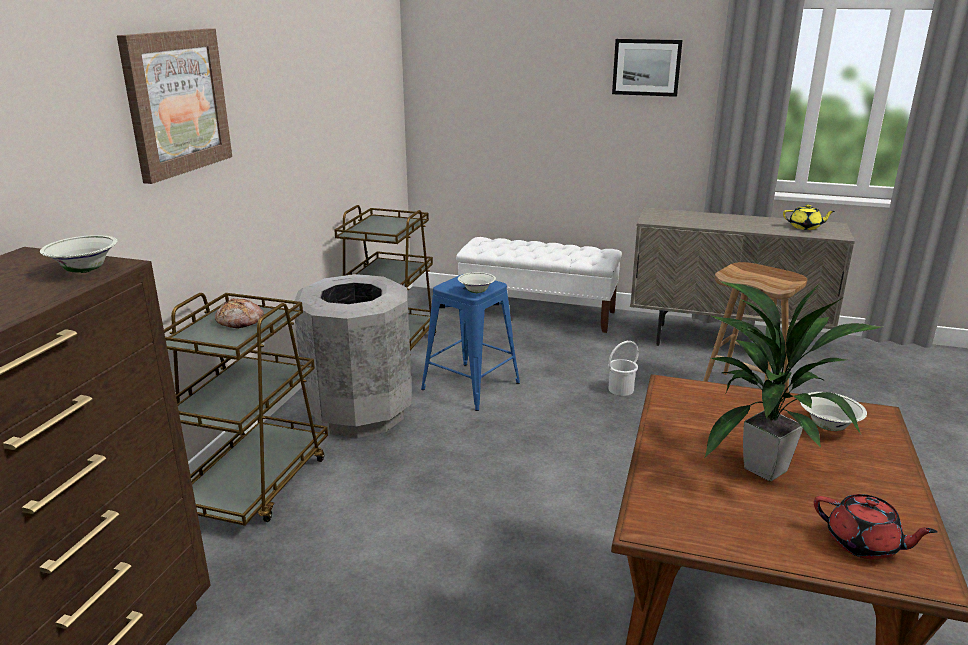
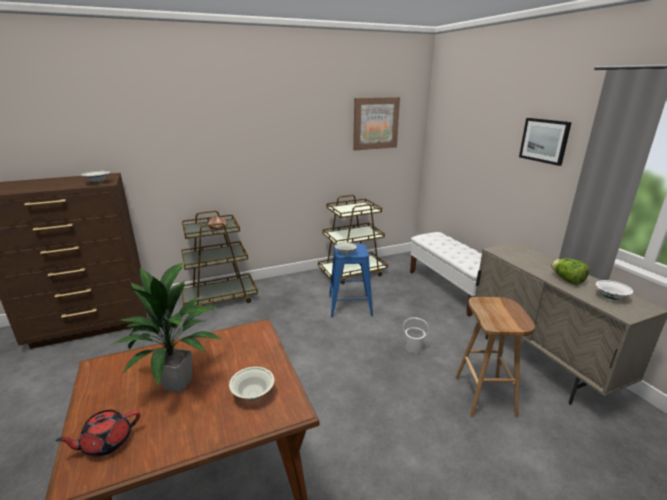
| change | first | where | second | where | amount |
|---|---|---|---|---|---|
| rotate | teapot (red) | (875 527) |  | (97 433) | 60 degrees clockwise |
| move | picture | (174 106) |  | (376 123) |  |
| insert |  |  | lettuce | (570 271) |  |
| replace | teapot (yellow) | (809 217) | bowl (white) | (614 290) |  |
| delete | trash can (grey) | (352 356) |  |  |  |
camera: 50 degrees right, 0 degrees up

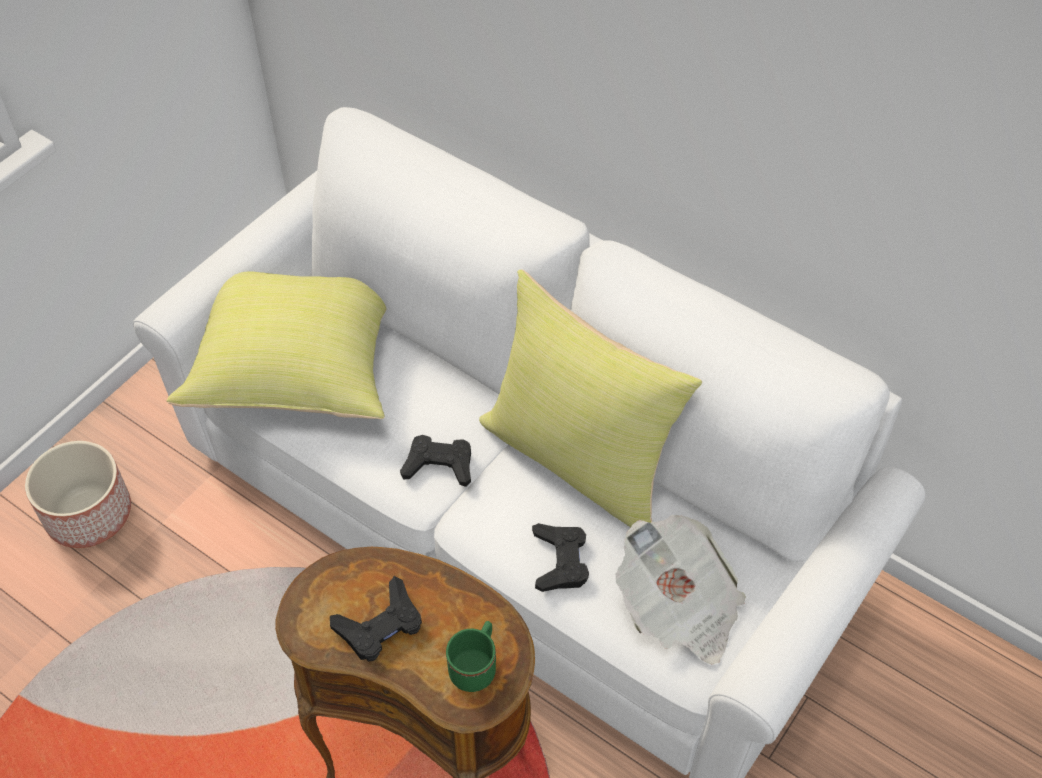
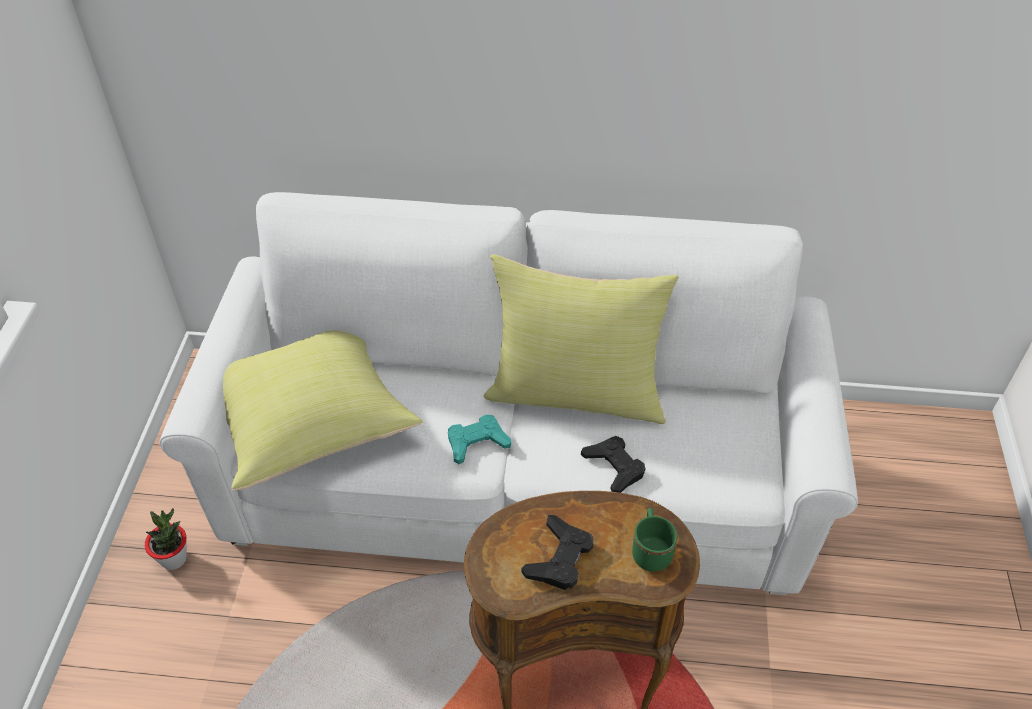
| change | first | where | second | where | amount |
|---|---|---|---|---|---|
| insert |  |  | potted plant | (166 539) |  |
| recolor | game controller (black) | (435 461) | game controller (turquoise) | (479 439) |  |
| delete | planter | (78 494) |  |  |  |
| delete | newspaper | (680 589) |  |  |  |
camera: 30 degrees left, 5 degrees down

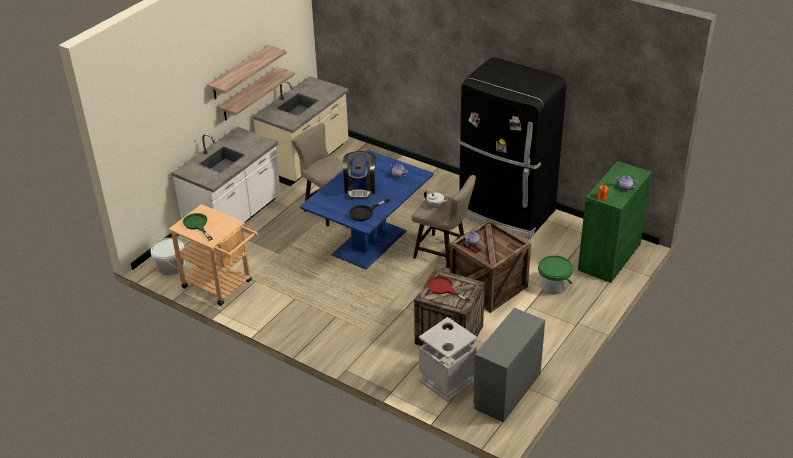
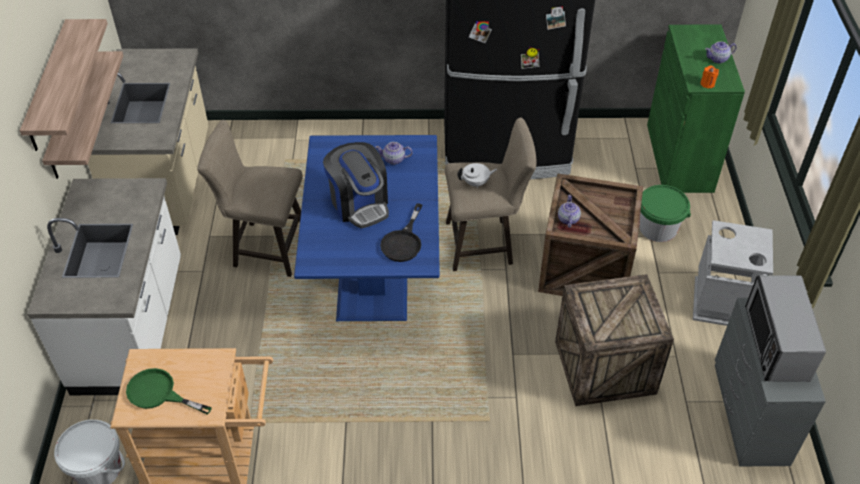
| change | first | where | second | where | amount |
|---|---|---|---|---|---|
| move | trash can (grey) | (448 359) |  | (733 273) |  |
| insert |  |  | microwave | (785 328) |  |
| delete | frying pan (red) | (449 289) |  |  |  |
camera: 35 degrees left, 10 degrees up

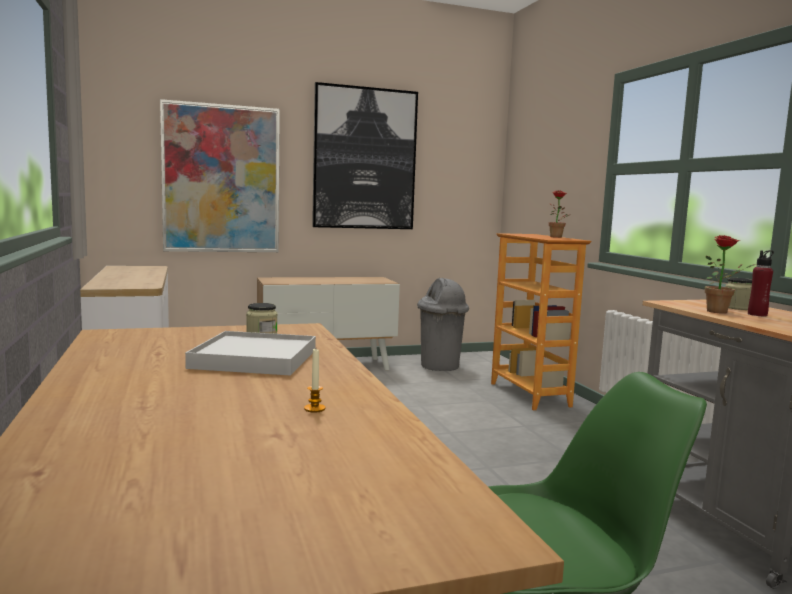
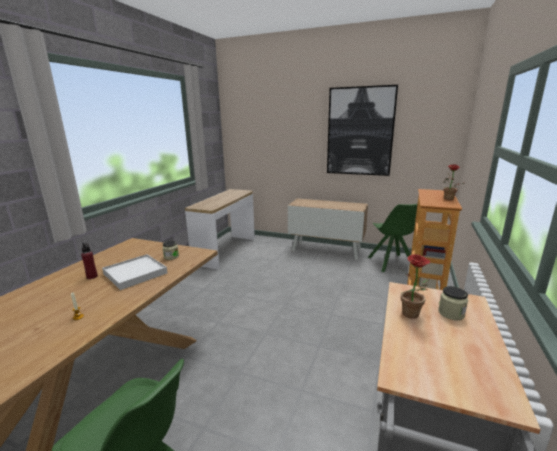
| change | first | where | second | where | amount |
|---|---|---|---|---|---|
| move | bottle (red) | (761 283) |  | (89 261) |  |
| replace | trash can (grey) | (443 324) | chair (green) | (392 238) |  |
| delete | picture | (220 175) |  |  |  |
camera: 40 degrees right, 10 degrees up

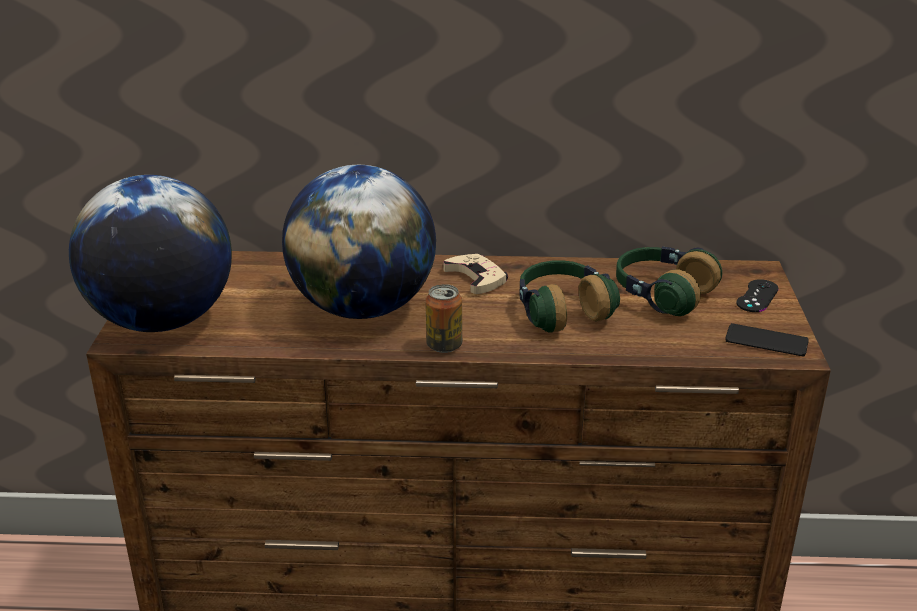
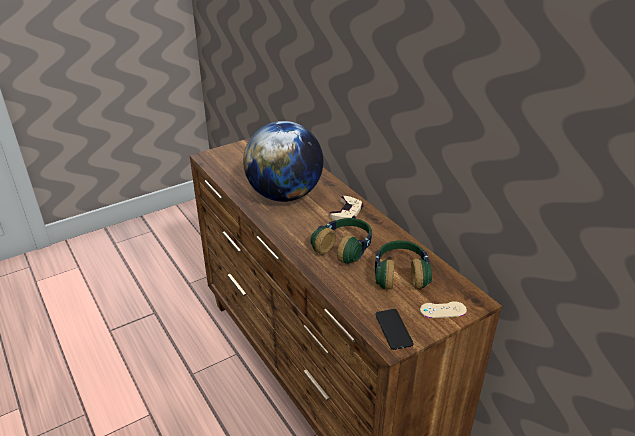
| change | first | where | second | where | amount |
|---|---|---|---|---|---|
| recolor | game controller (black) | (757 295) | game controller (beige) | (443 309) |  |
| delete | globe | (150 253) |  |  |  |
| delete | can | (443 318) |  |  |  |
camera: 55 degrees right, 5 degrees up

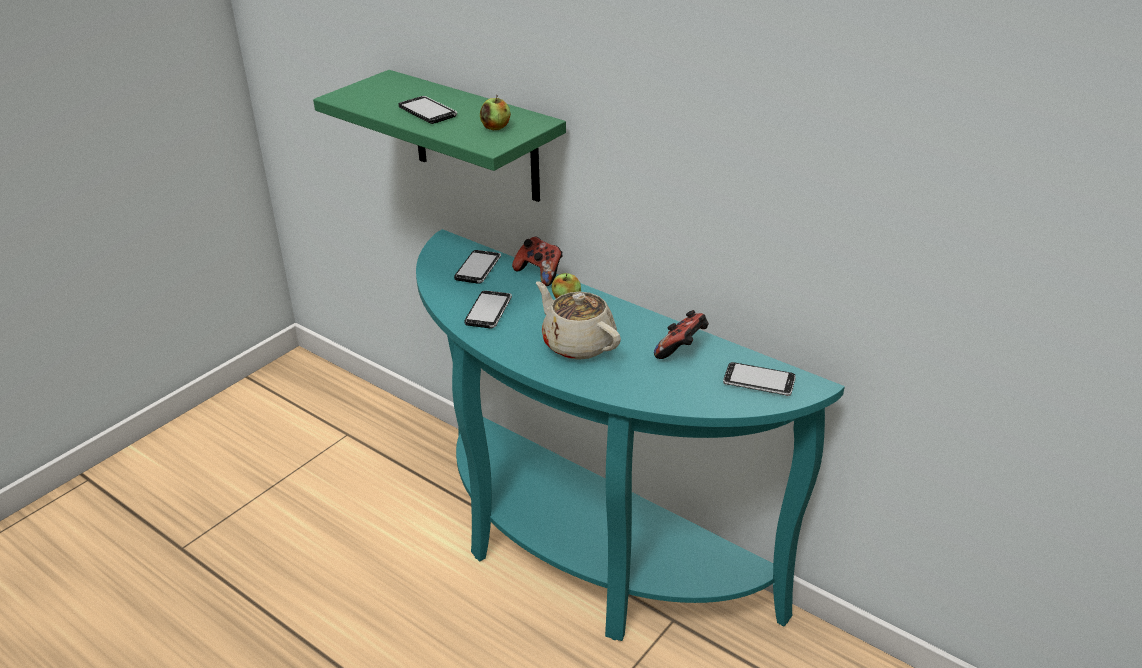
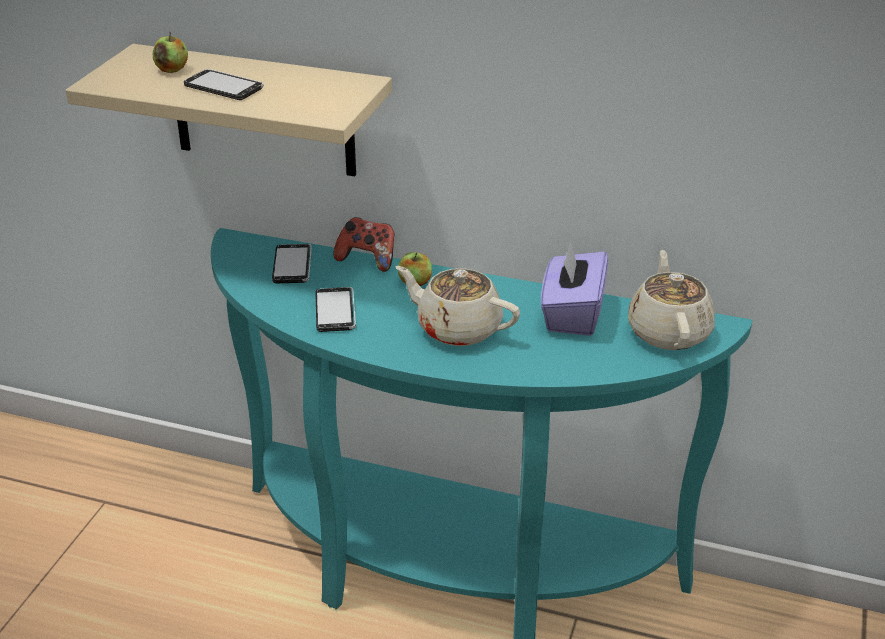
| change | first | where | second | where | amount |
|---|---|---|---|---|---|
| recolor | shelf (green) | (439 136) | shelf (beige) | (228 110) |  |
| move | apple | (495 112) |  | (170 52) |  |
| replace | game controller | (681 334) | tissue box (purple) | (574 289) |  |
| replace | phone | (759 379) | teapot (beige) | (671 300) |  |
camera: 20 degrees left, 0 degrees up

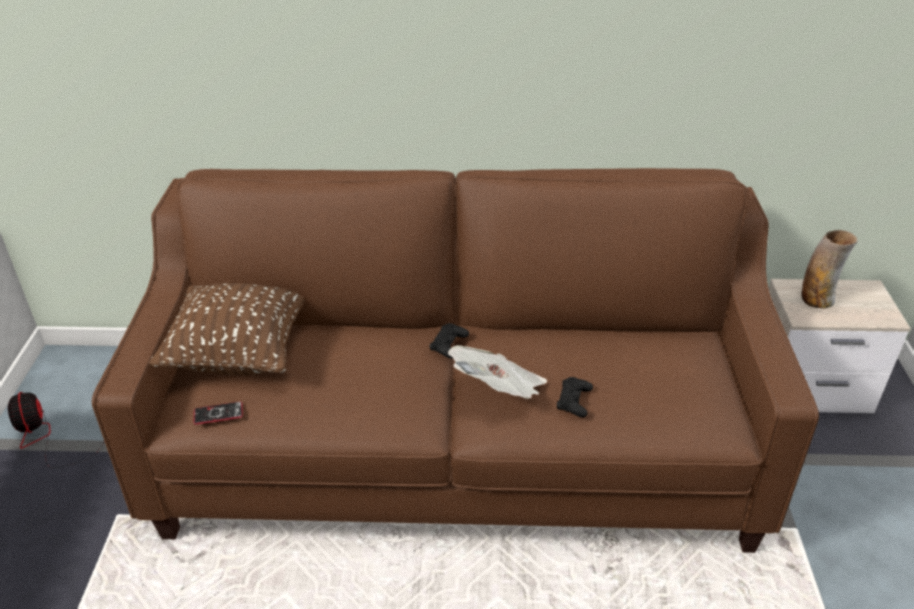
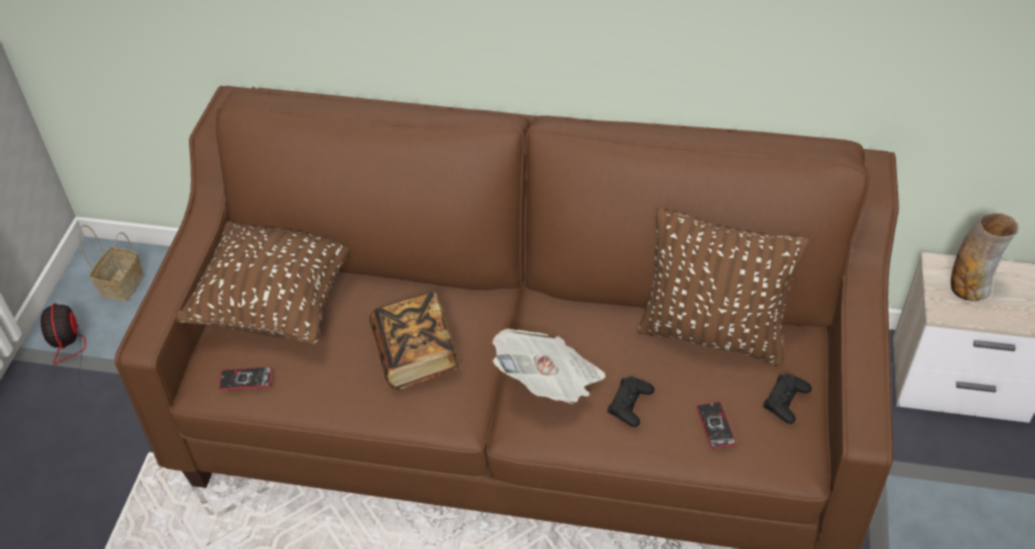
| change | first | where | second | where | amount |
|---|---|---|---|---|---|
| insert |  |  | basket | (111 263) |  |
| insert |  |  | book | (414 340) |  |
| insert |  |  | pillow (brown) | (723 287) |  |
| insert |  |  | phone | (716 425) |  |
| move | game controller (black) | (449 341) |  | (787 399) |  |
camera: 10 degrees right, 10 degrees up

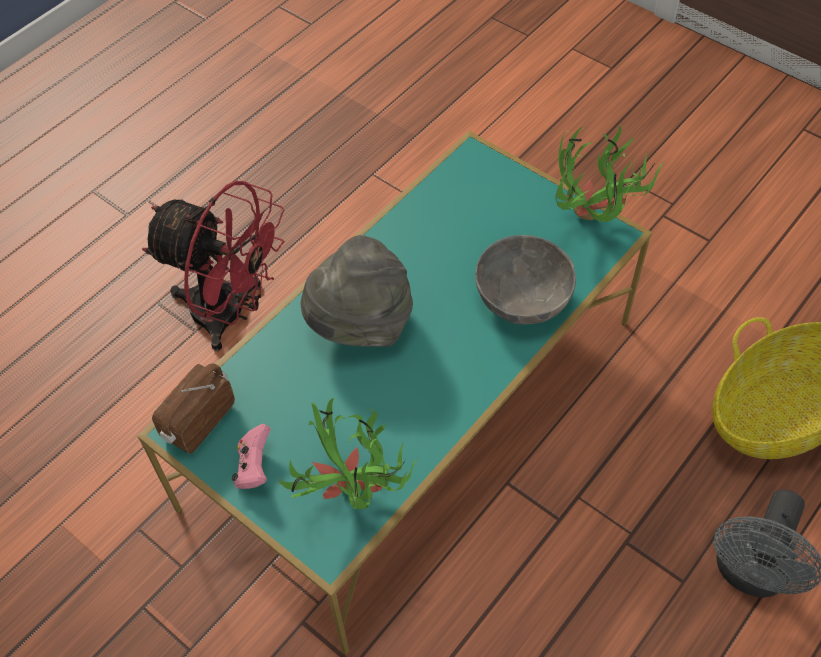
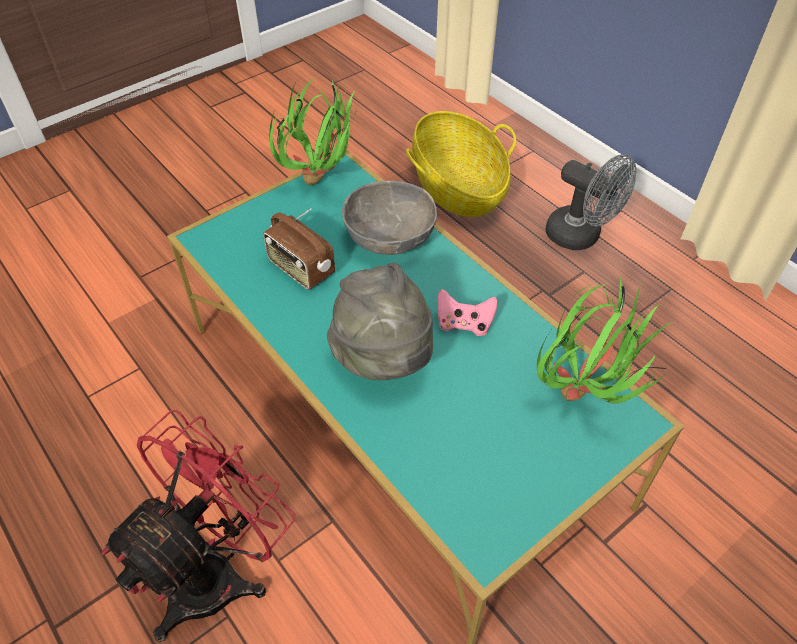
| change | first | where | second | where | amount |
|---|---|---|---|---|---|
| move | radio | (193 408) |  | (299 249) |  |
| move | game controller (pink) | (251 456) |  | (467 312) |  |
camera: 80 degrees left, 5 degrees down

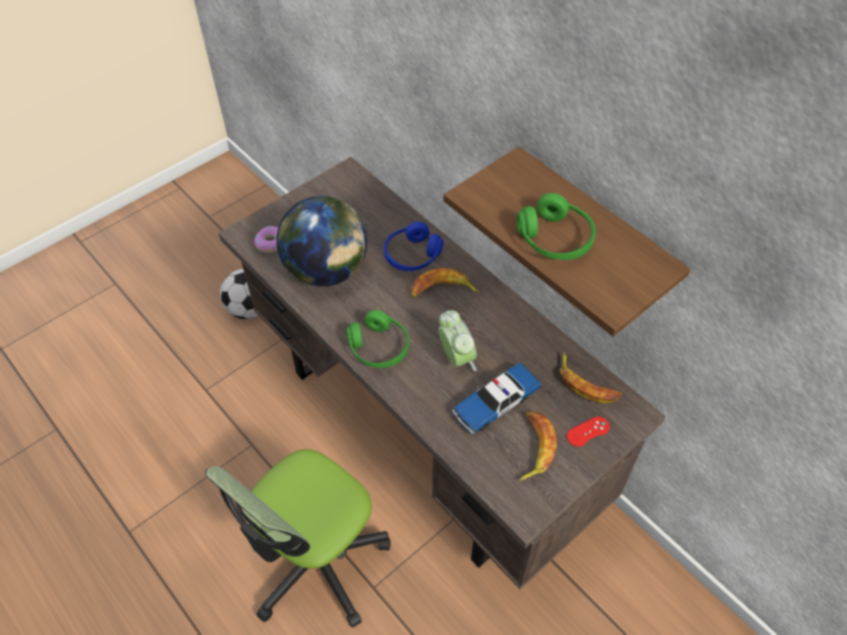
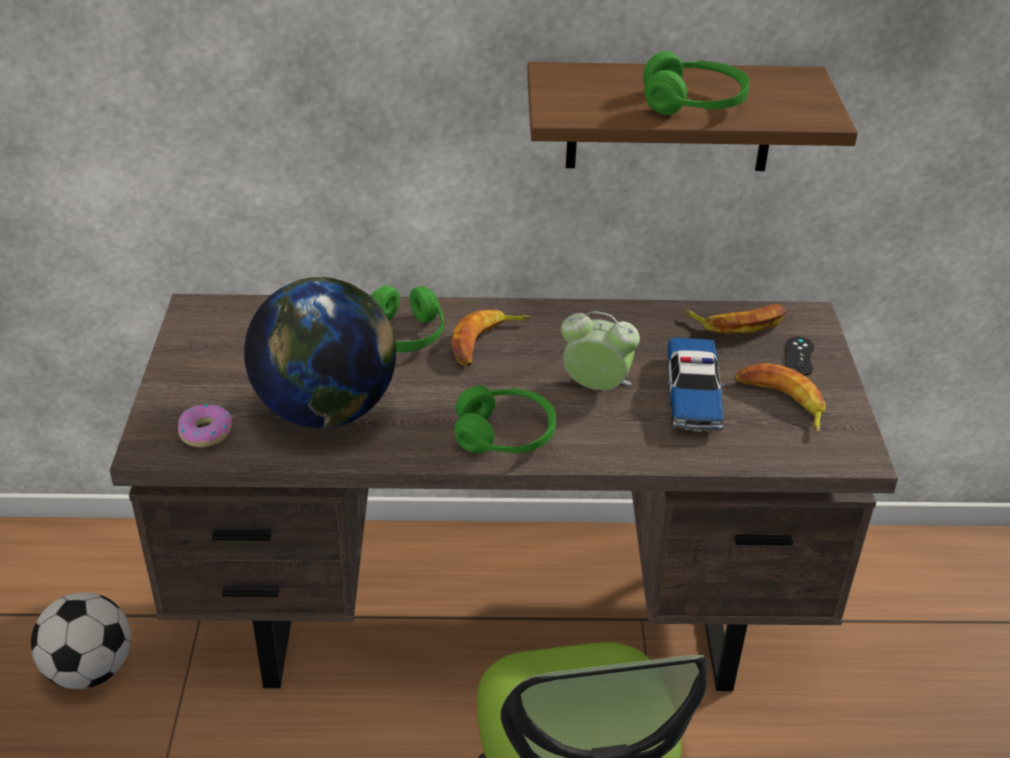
| change | first | where | second | where | amount |
|---|---|---|---|---|---|
| recolor | headphones (blue) | (414 246) | headphones (green) | (407 318) |  |
| recolor | game controller (red) | (588 432) | game controller (black) | (799 356) |  |
camera: 50 degrees left, 15 degrees down

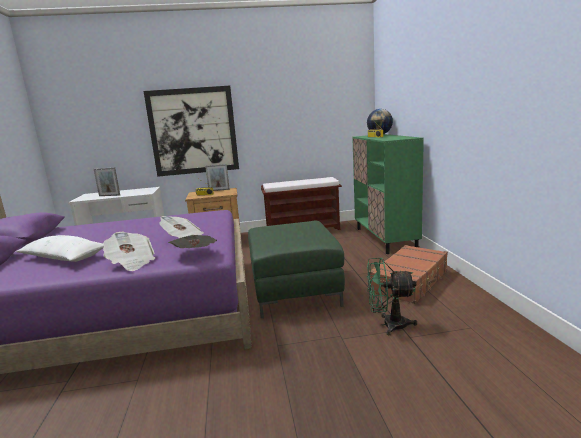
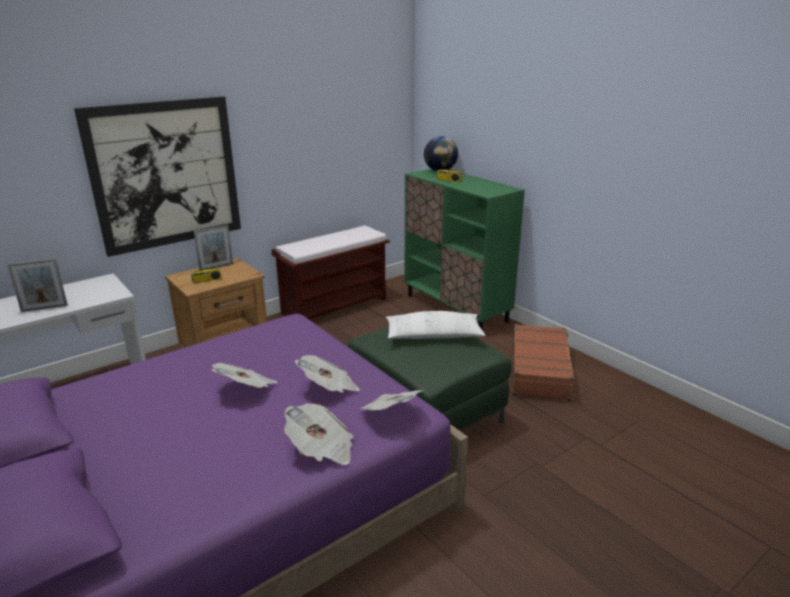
| change | first | where | second | where | amount |
|---|---|---|---|---|---|
| insert |  |  | newspaper | (245 375) |  |
| move | pillow (white) | (60 248) |  | (435 325) |  |
| delete | fan (green) | (392 296) |  |  |  |
camera: 30 degrees left, 10 degrees up

